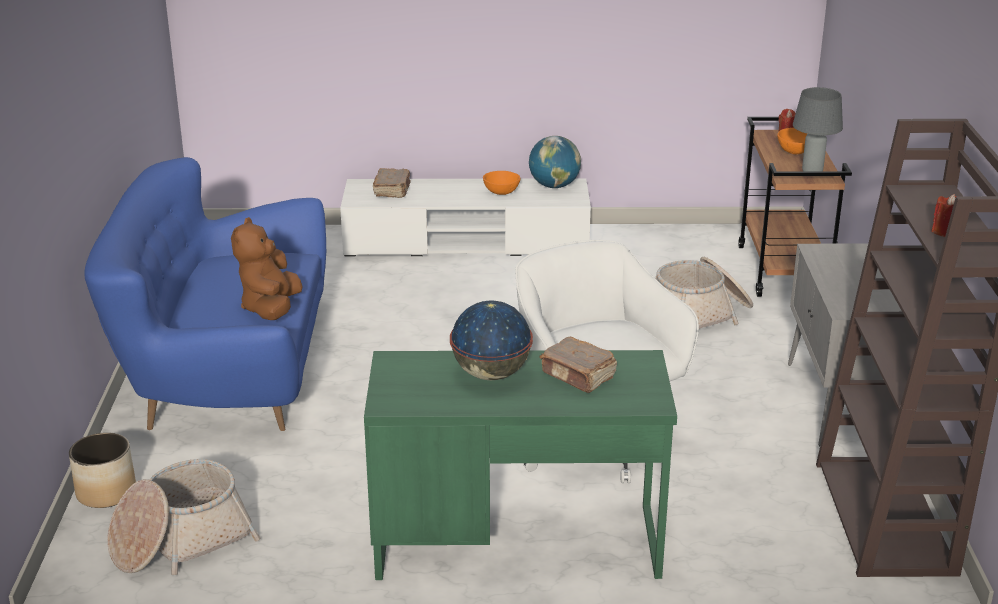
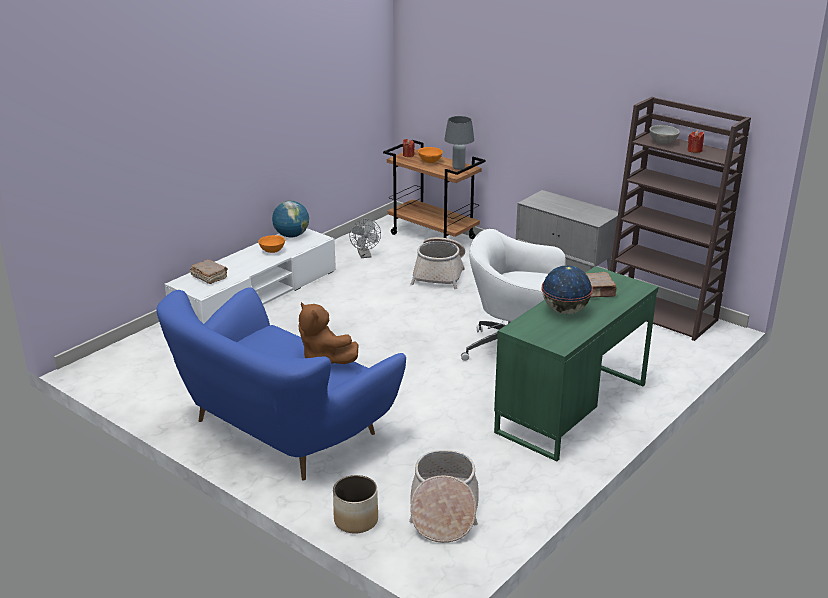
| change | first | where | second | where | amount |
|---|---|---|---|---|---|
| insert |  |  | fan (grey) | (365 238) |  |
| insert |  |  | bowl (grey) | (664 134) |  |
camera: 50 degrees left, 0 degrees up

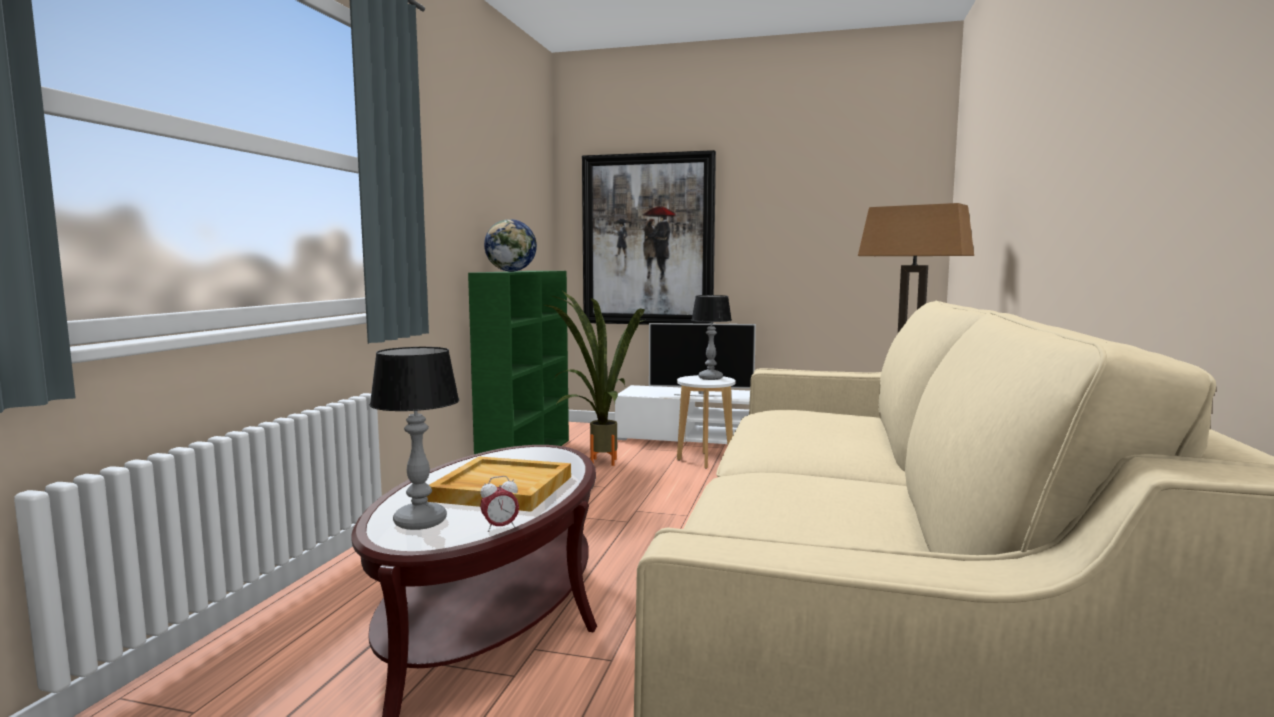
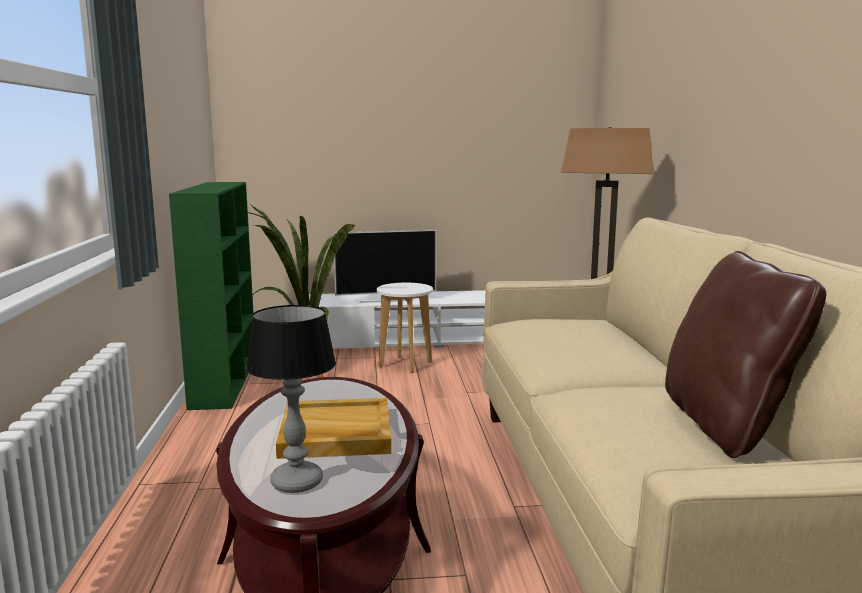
| change | first | where | second | where | amount |
|---|---|---|---|---|---|
| insert |  |  | pillow (brown) | (745 354) |  |
| delete | alarm clock | (499 504) |  |  |  |
| delete | globe | (510 245) |  |  |  |
| delete | picture | (649 237) |  |  |  |
| delete | table lamp | (712 337) |  |  |  |
camera: 20 degrees left, 5 degrees up

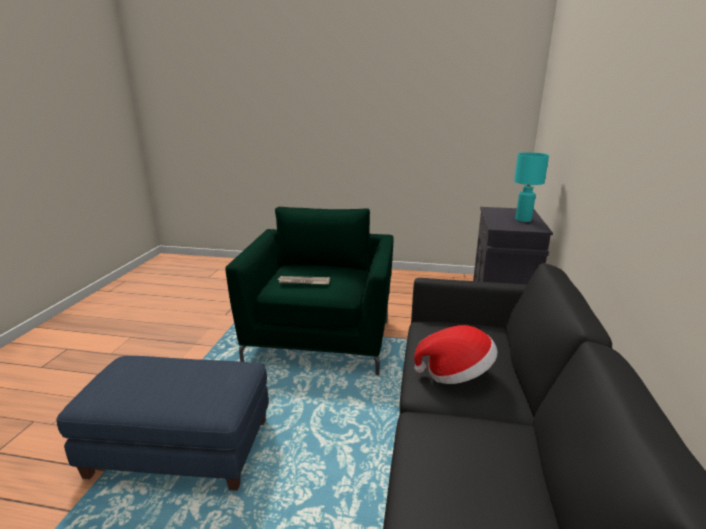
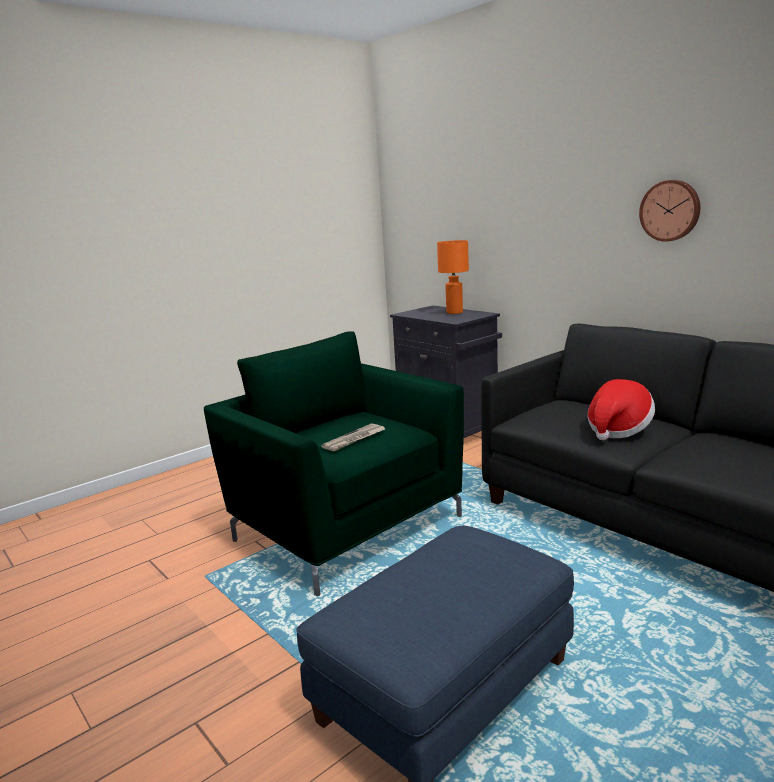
| change | first | where | second | where | amount |
|---|---|---|---|---|---|
| recolor | table lamp (turquoise) | (531 187) | table lamp (orange) | (453 277) |  |
| insert |  |  | wall clock | (669 211) |  |
camera: 50 degrees left, 5 degrees down

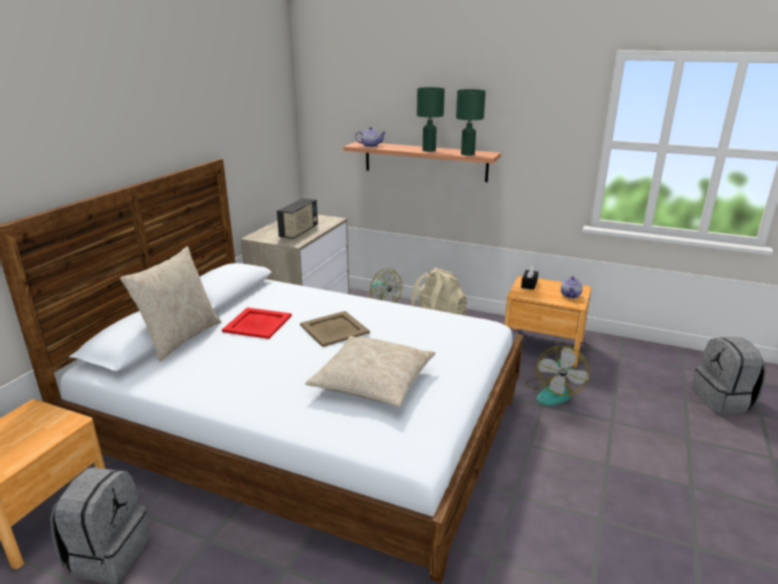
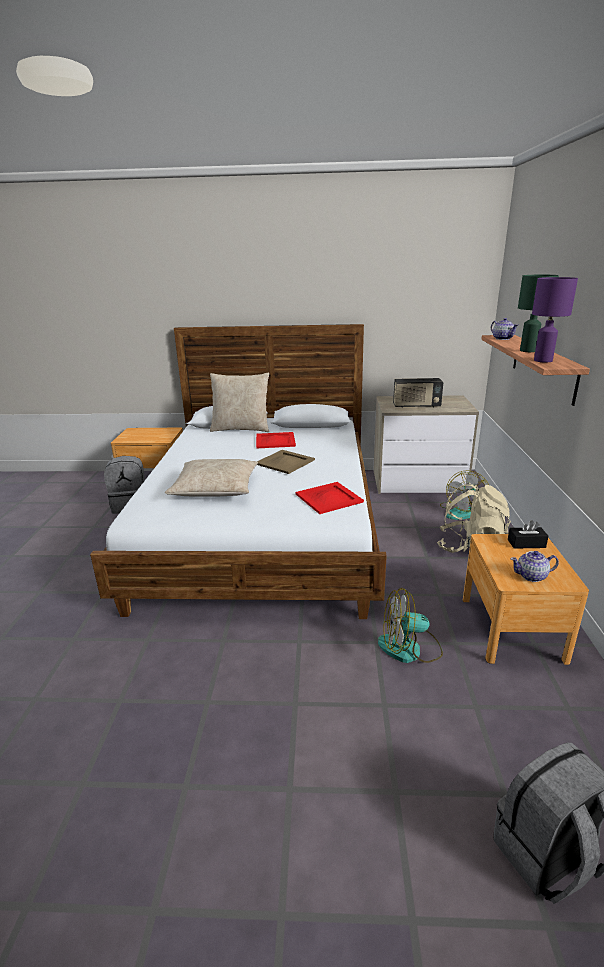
| change | first | where | second | where | amount |
|---|---|---|---|---|---|
| insert |  |  | tray (red) | (330 498) |  |
| recolor | table lamp (green) | (471 122) | table lamp (purple) | (555 319) |  |
camera: 70 degrees right, 0 degrees up

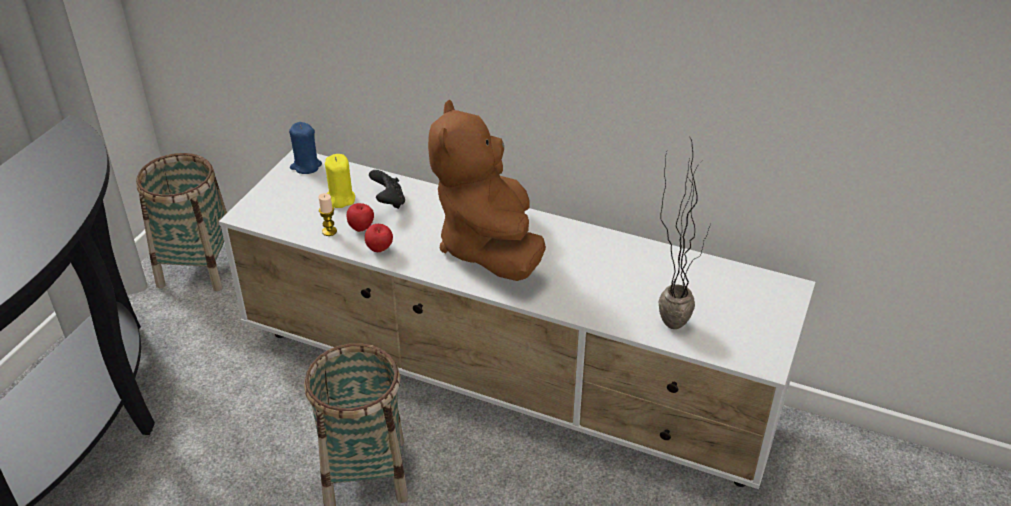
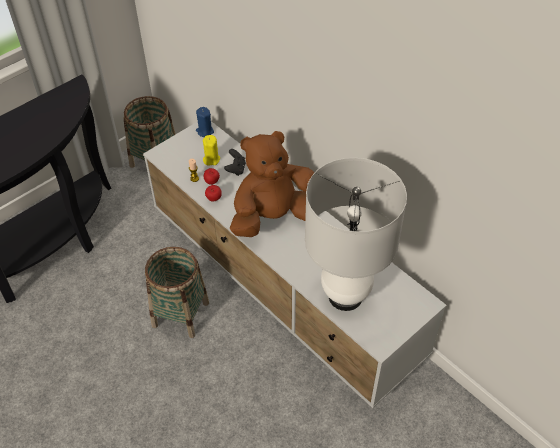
| change | first | where | second | where | amount |
|---|---|---|---|---|---|
| rotate | plush toy (brown) | (487 190) |  | (272 184) | 45 degrees clockwise |
| replace | potted plant | (684 233) | table lamp (white) | (356 234) |  |
camera: 25 degrees right, 10 degrees up

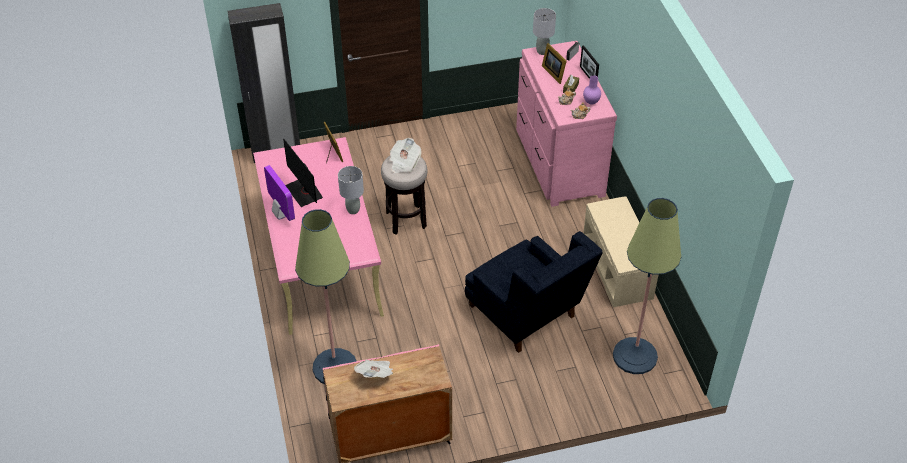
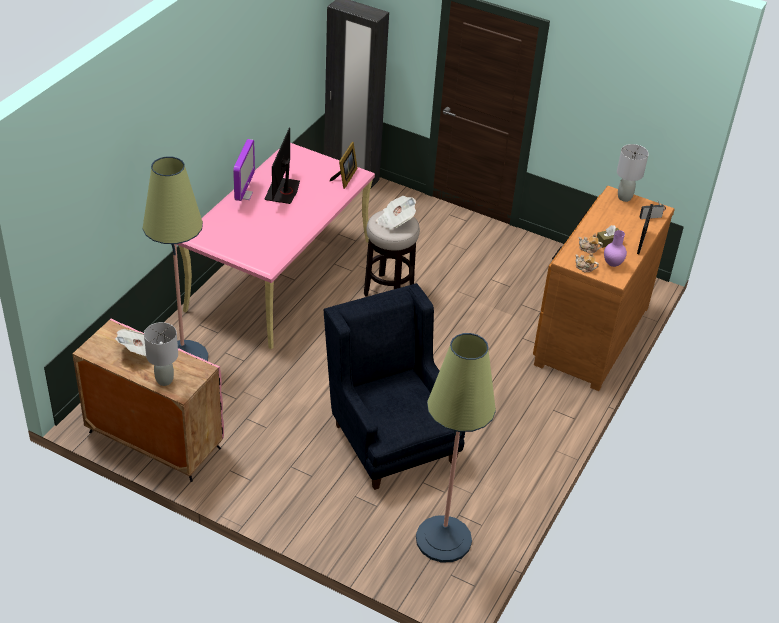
| change | first | where | second | where | amount |
|---|---|---|---|---|---|
| move | table lamp (grey) | (351 190) |  | (161 354) |  |
| rotate | armchair (blue) | (534 292) |  | (394 386) | 150 degrees clockwise |
| recolor | dresser (pink) | (566 124) | dresser (brown) | (604 288) |  |
| delete | picture frame | (554 63) |  |  |  |
| delete | bench (beige) | (621 251) |  |  |  |
camera: 40 degrees right, 5 degrees down

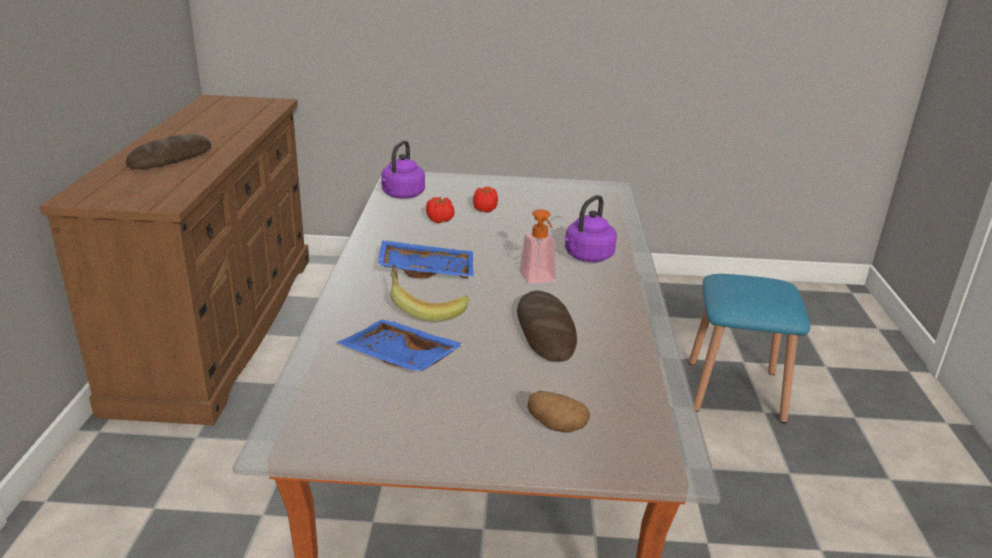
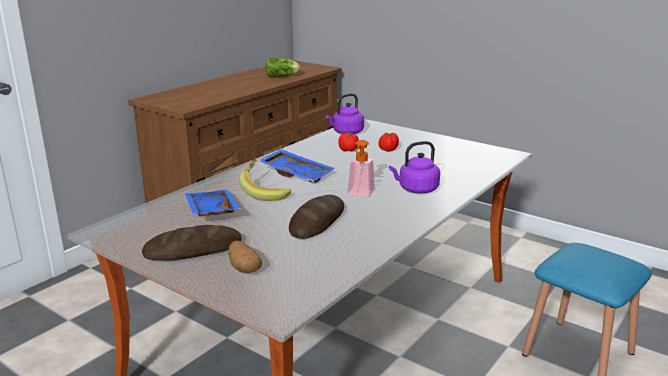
| change | first | where | second | where | amount |
|---|---|---|---|---|---|
| move | bread | (168 151) |  | (191 243) |  |
| insert |  |  | lettuce | (283 67) |  |
camera: 35 degrees right, 5 degrees down

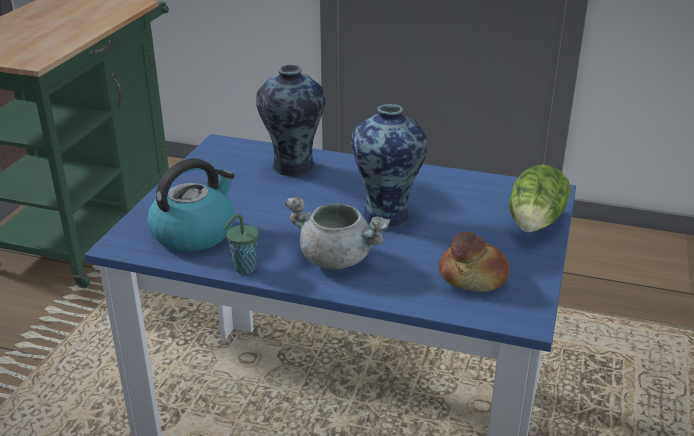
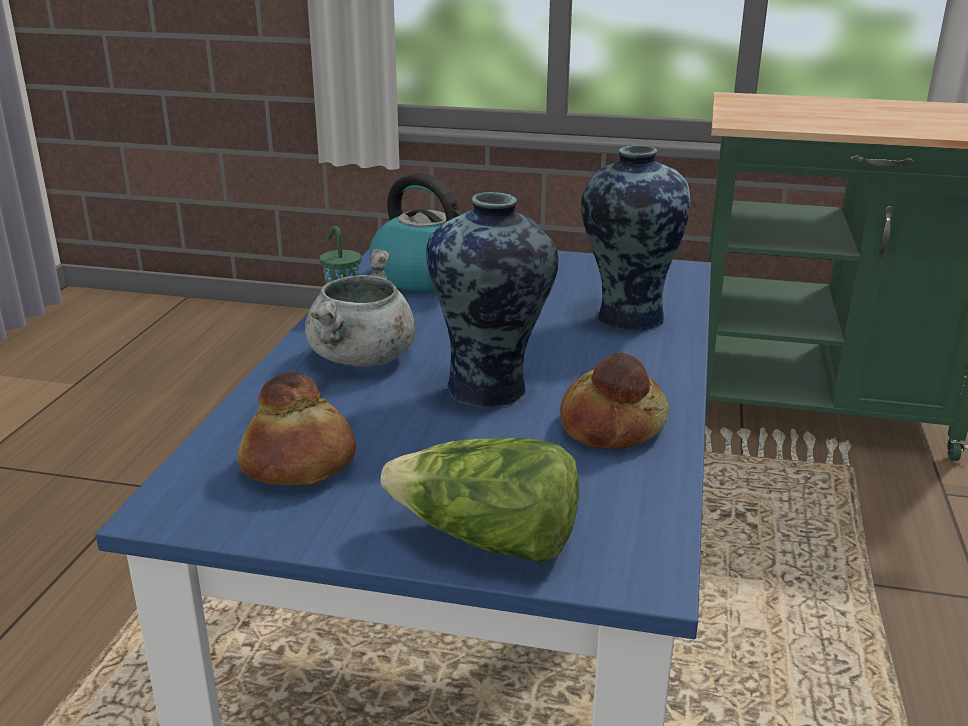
| change | first | where | second | where | amount |
|---|---|---|---|---|---|
| insert |  |  | bread | (614 400) |  |
camera: 85 degrees right, 5 degrees down

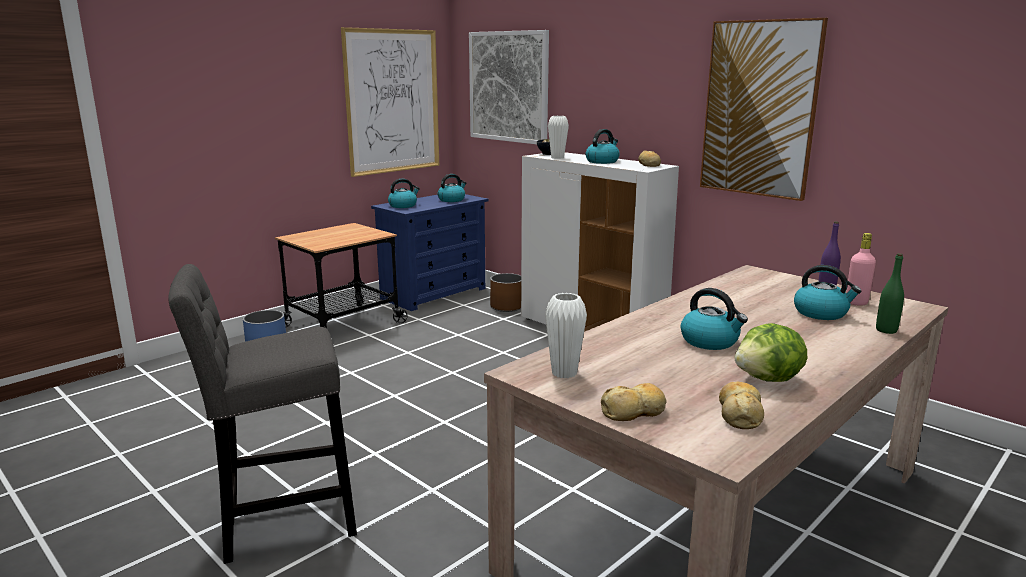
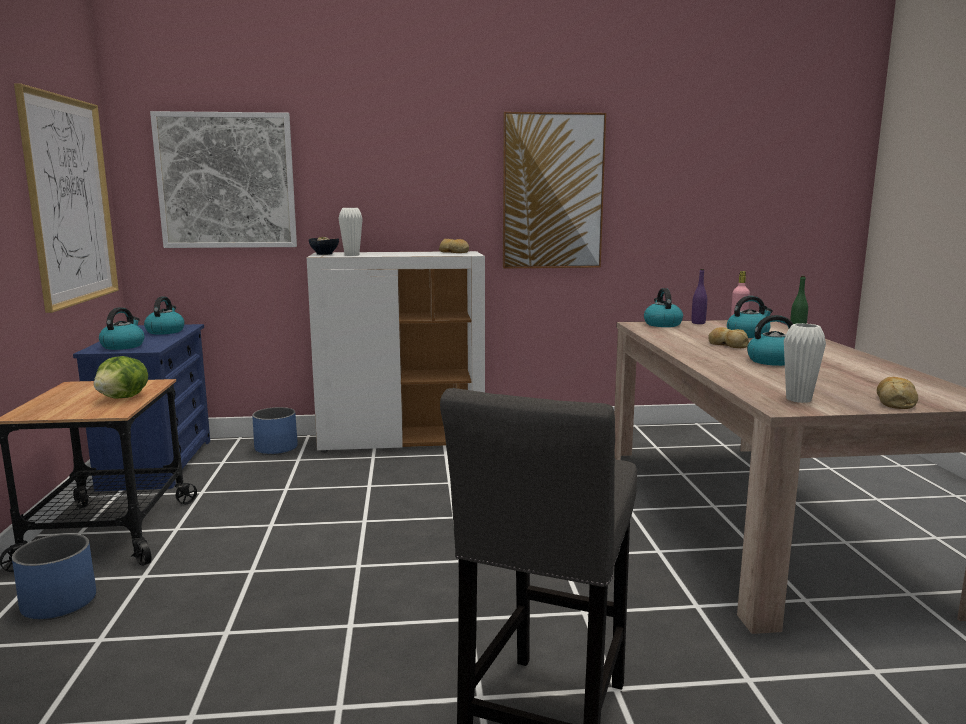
| change | first | where | second | where | amount |
|---|---|---|---|---|---|
| move | lettuce | (771 352) |  | (121 377) |  |
| recolor | planter (brown) | (505 292) | planter (blue) | (275 431) |  |
| move | kettle | (603 146) |  | (663 307) |  |
| move | bread | (741 405) |  | (728 338) |  |
camera: 50 degrees left, 5 degrees down

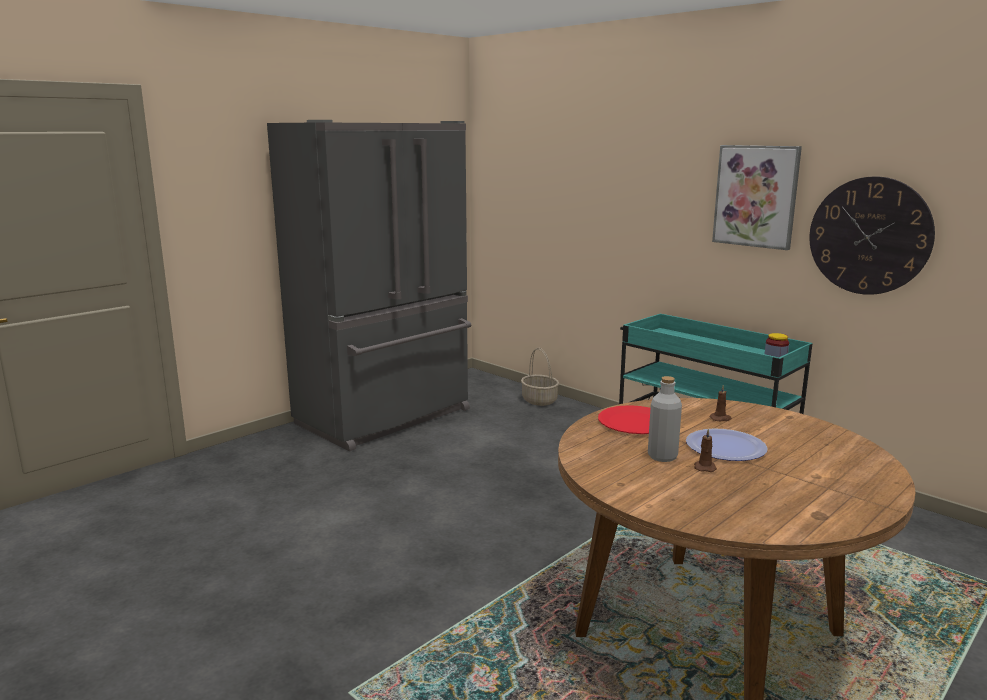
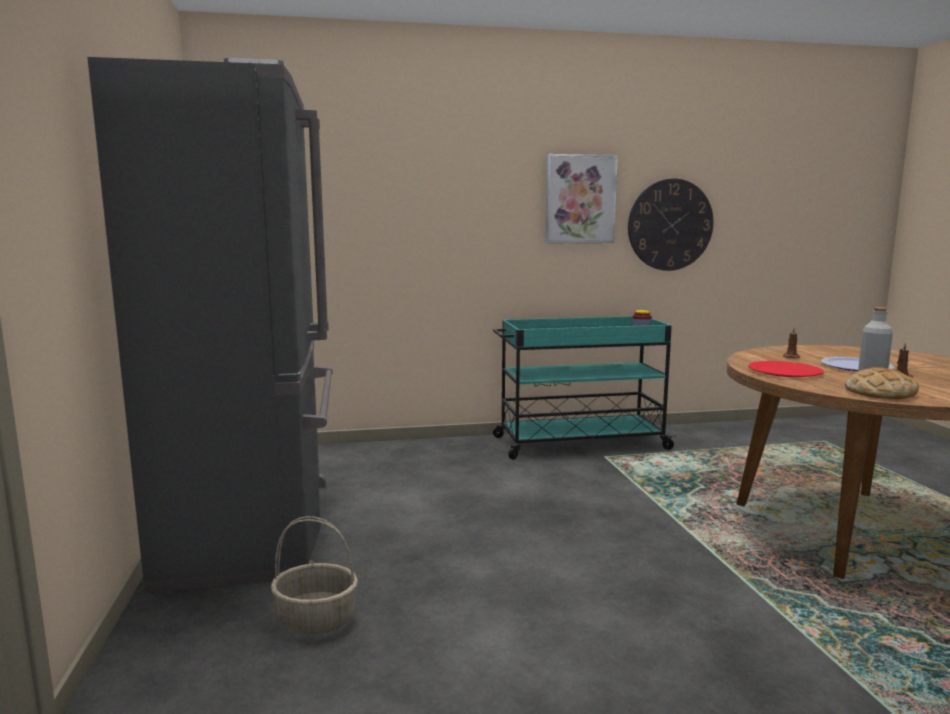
| change | first | where | second | where | amount |
|---|---|---|---|---|---|
| move | basket | (540 377) |  | (314 575) |  |
| insert |  |  | bread | (882 383) |  |
camera: 55 degrees left, 5 degrees down

